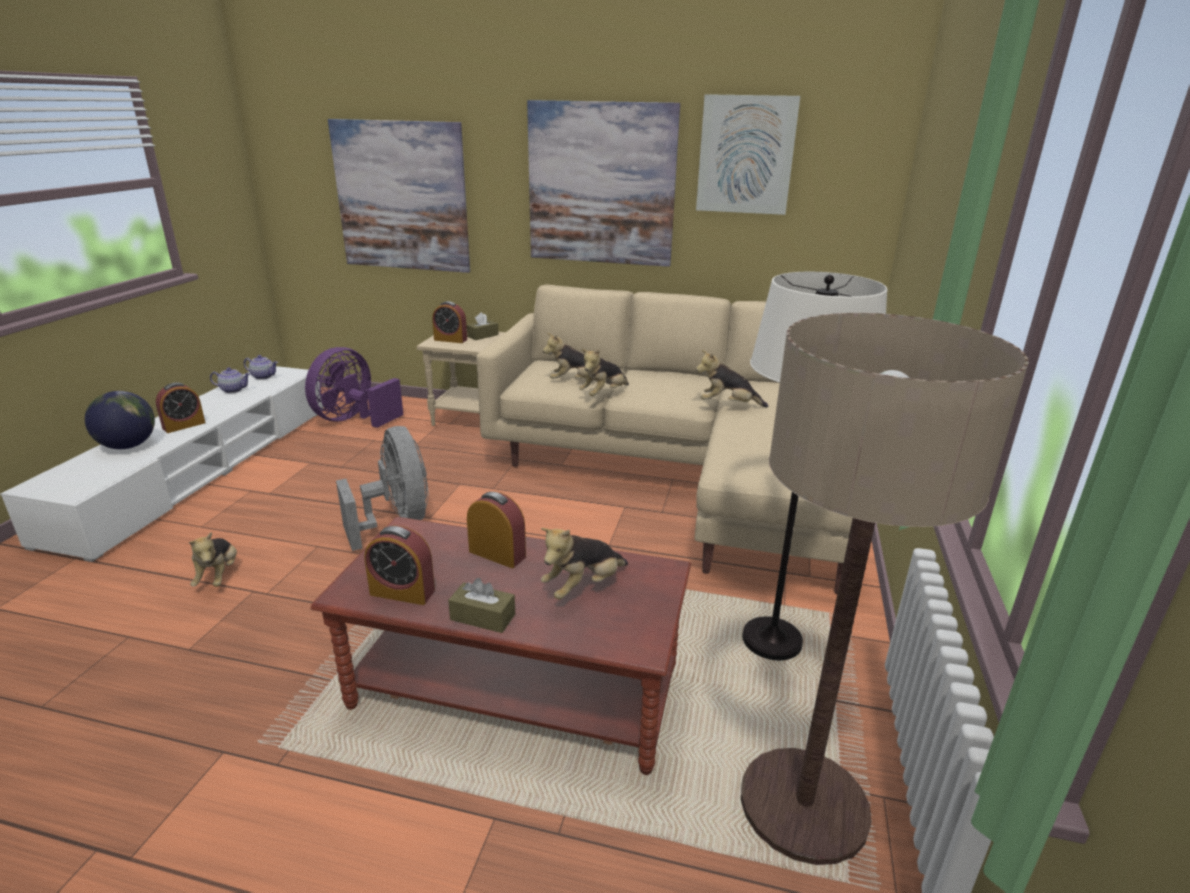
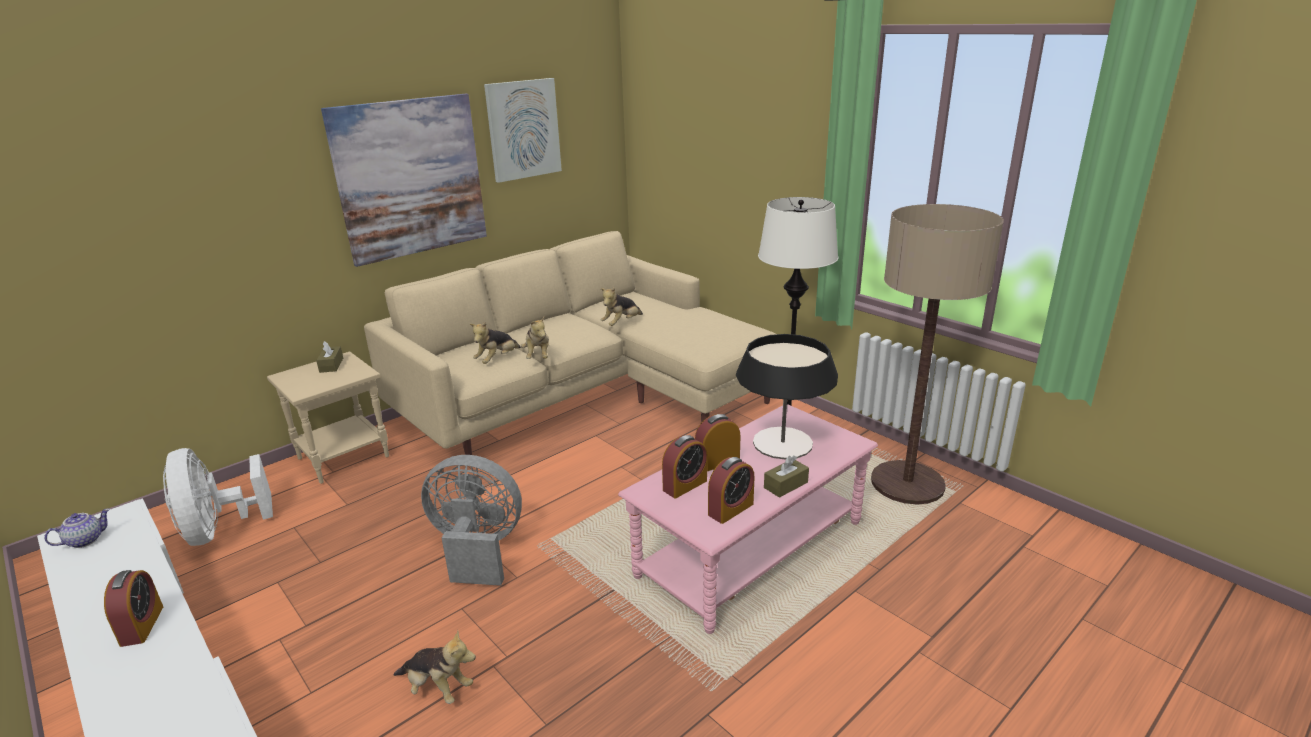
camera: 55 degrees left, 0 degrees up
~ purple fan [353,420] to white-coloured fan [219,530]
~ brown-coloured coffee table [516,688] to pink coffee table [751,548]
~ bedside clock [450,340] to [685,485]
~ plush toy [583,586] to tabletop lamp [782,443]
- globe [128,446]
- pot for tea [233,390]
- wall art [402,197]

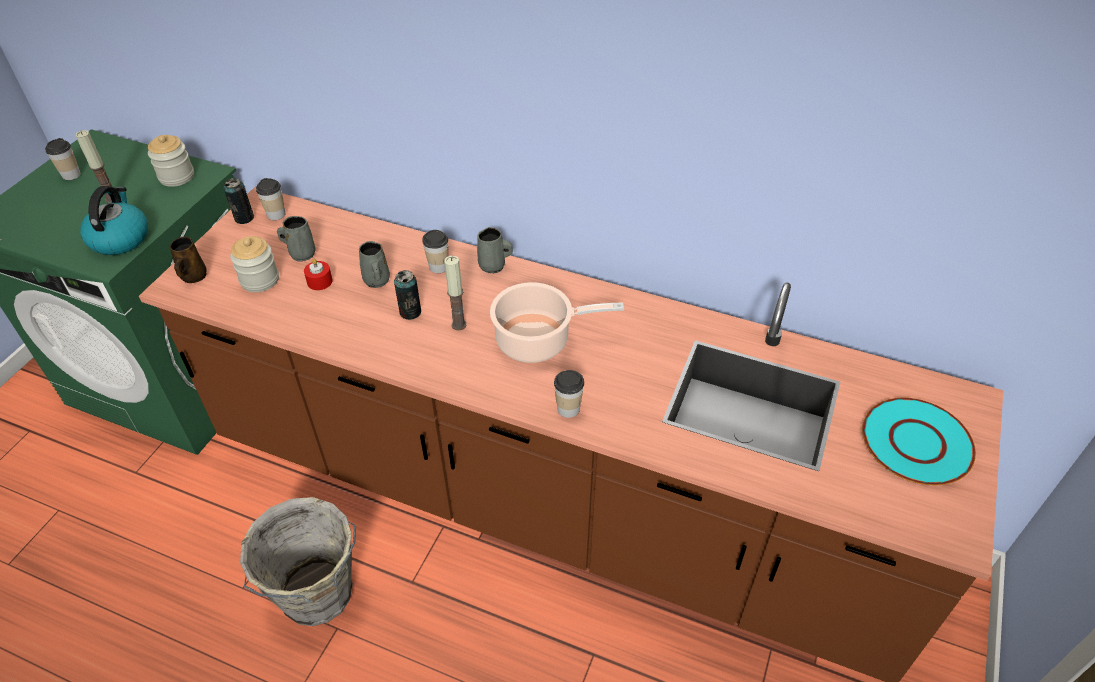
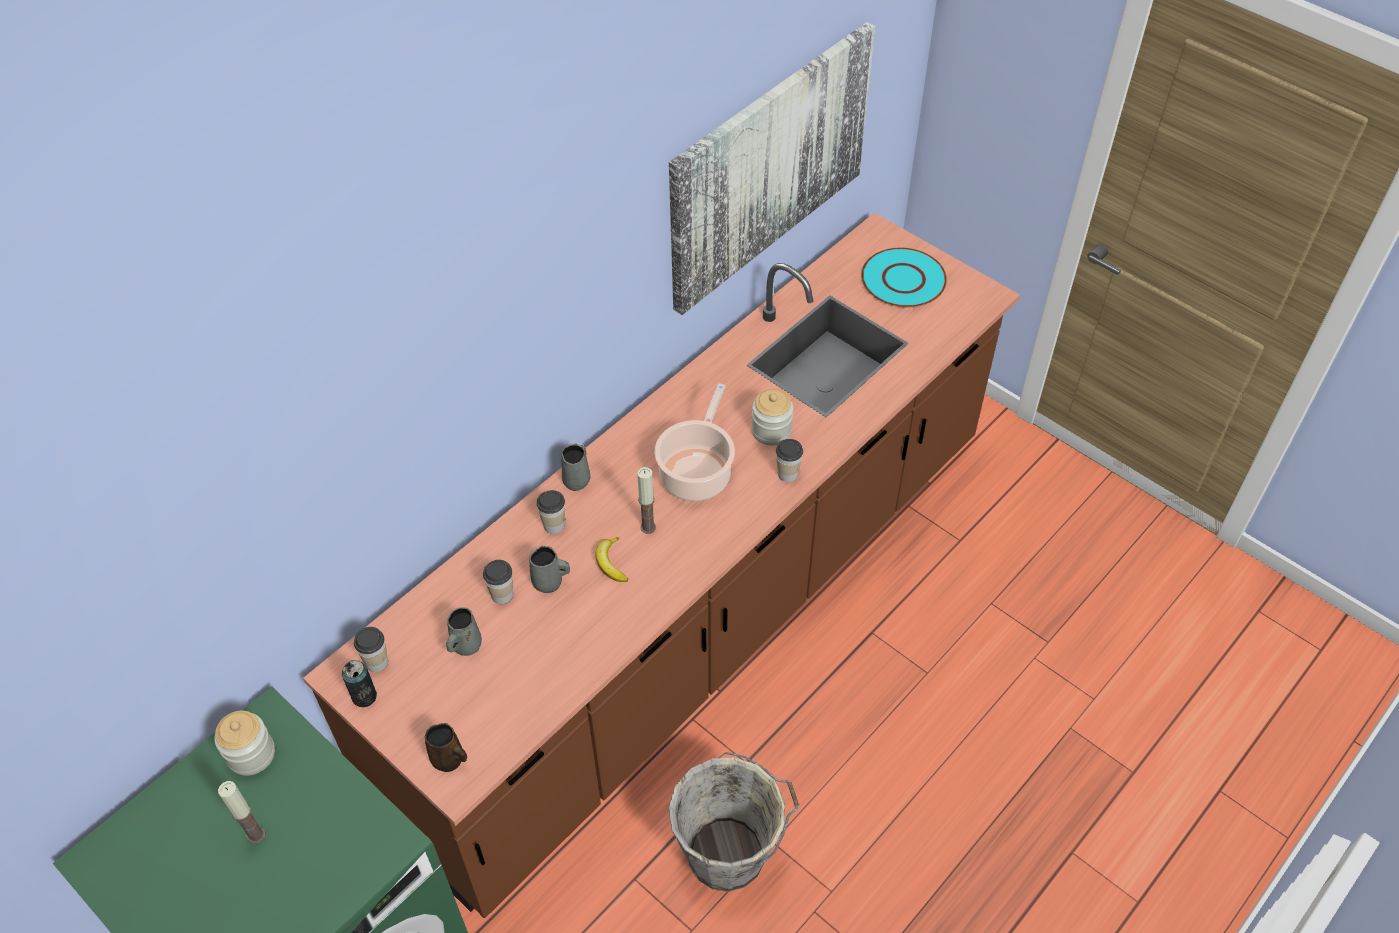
camera: 70 degrees left, 5 degrees up
~ small cup [71,175] to [502,595]
~ metal can [410,312] to banana fruit [611,563]
+ wall art [769,166]
~ storage jar [260,280] to [771,431]
- tea kettle [120,238]
- reddish wax candle [319,281]

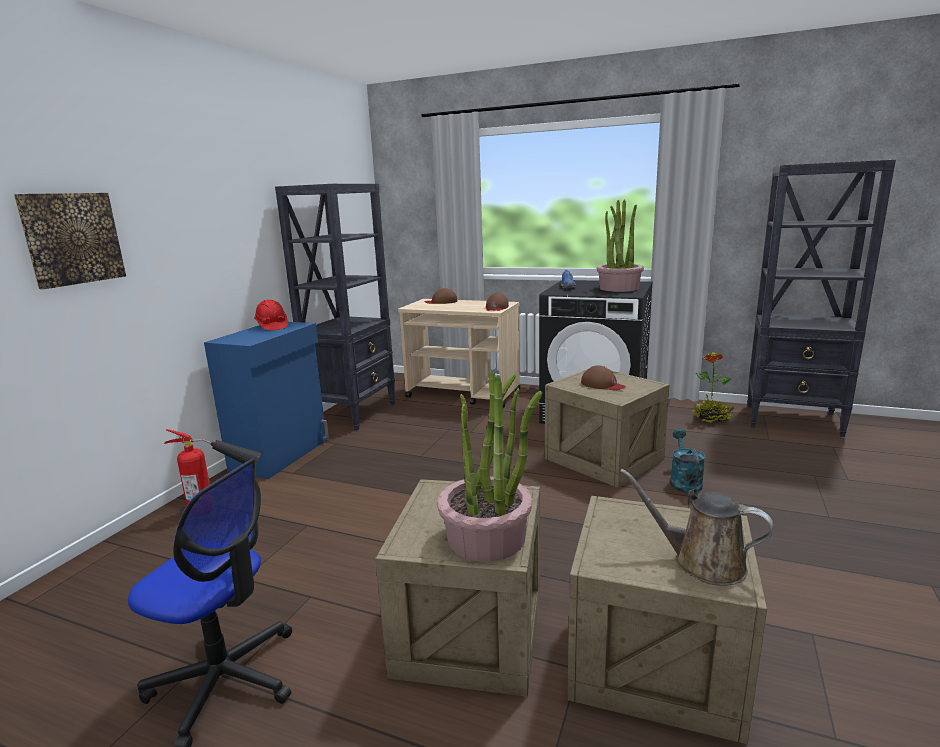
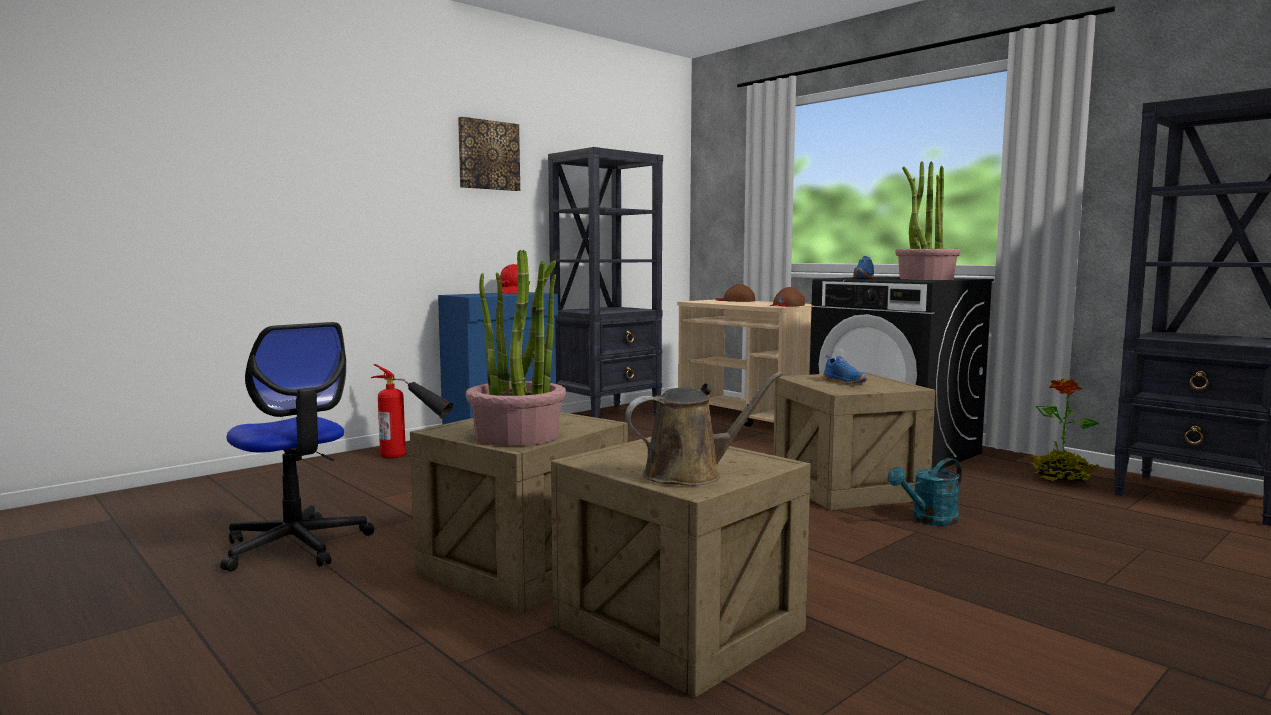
camera: 25 degrees right, 10 degrees down
~ wall art [72,238] to [488,155]
~ brown-coloured watering pot [701,562] = [690,474] 105 degrees clockwise
~ brown-coloured cap [602,384] to blue low shoe [845,382]
~ turquoise-coloured watering pot [684,481] = [929,520] 150 degrees counterclockwise

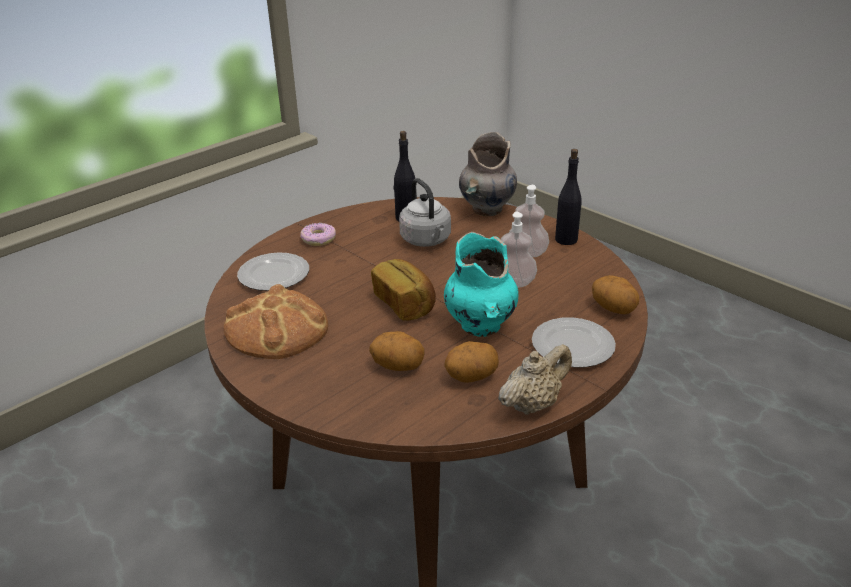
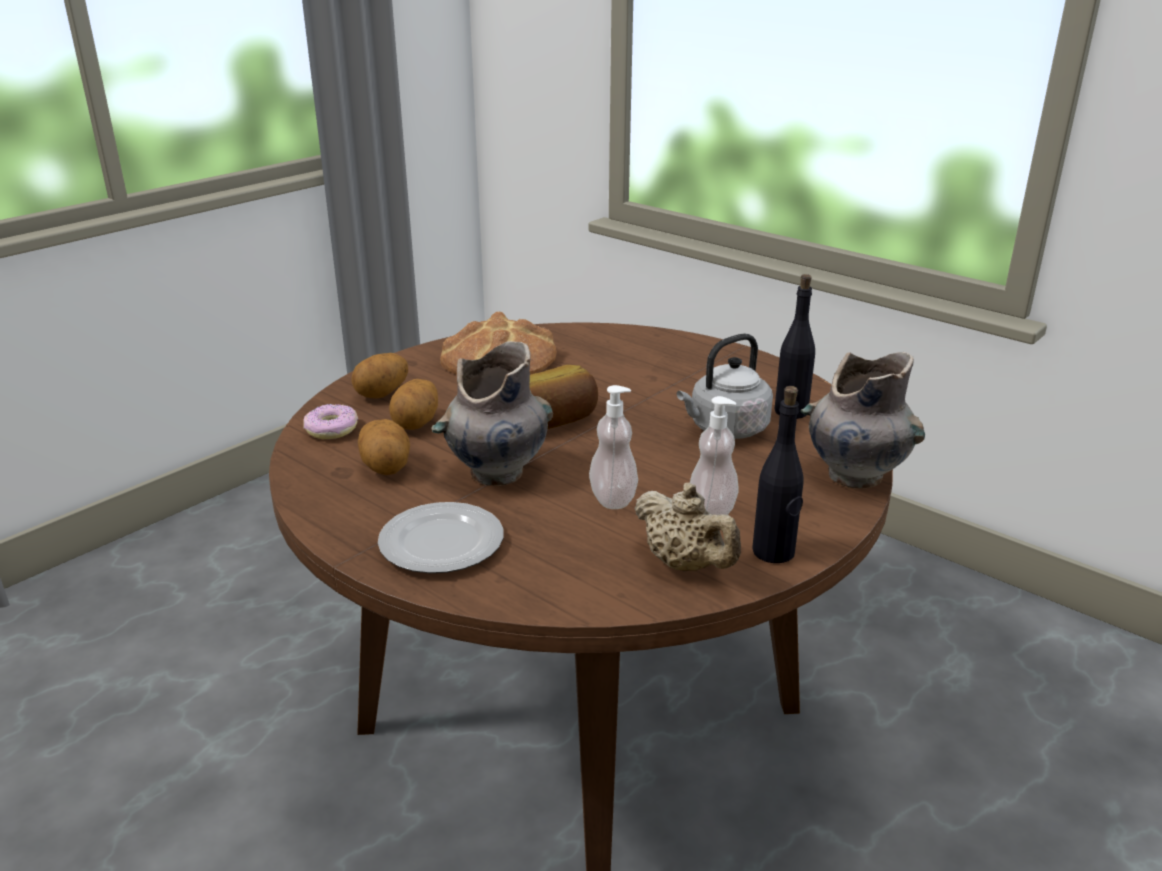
camera: 85 degrees right, 5 degrees down
~ ring doughnut [318,239] to [331,429]
~ potato [613,309] to [382,394]
~ turquoise-coloured decorative vase [480,326] to greyish decorative vase [496,473]
~ beige-coloured pot for tea [533,404] to [685,565]
- flat dish [275,275]

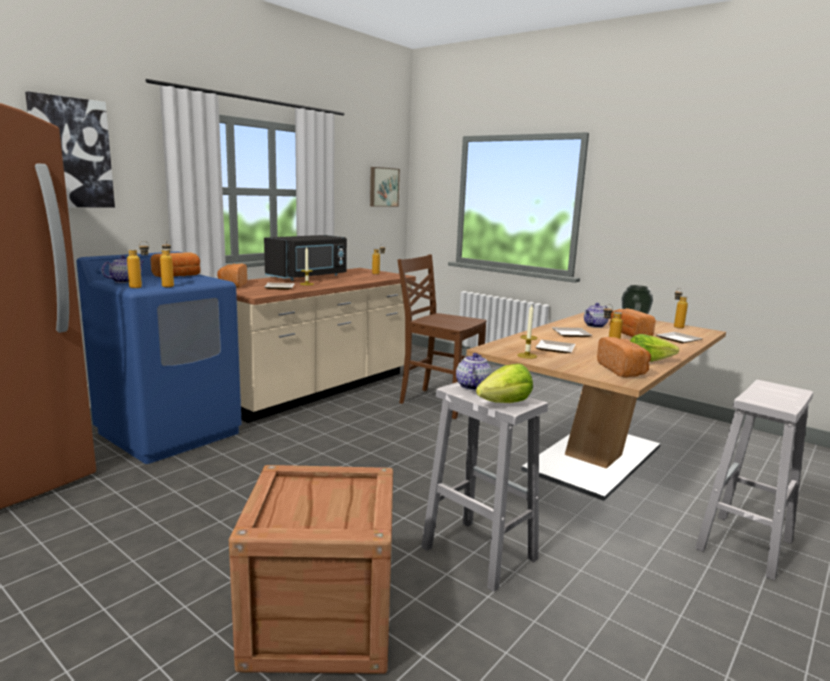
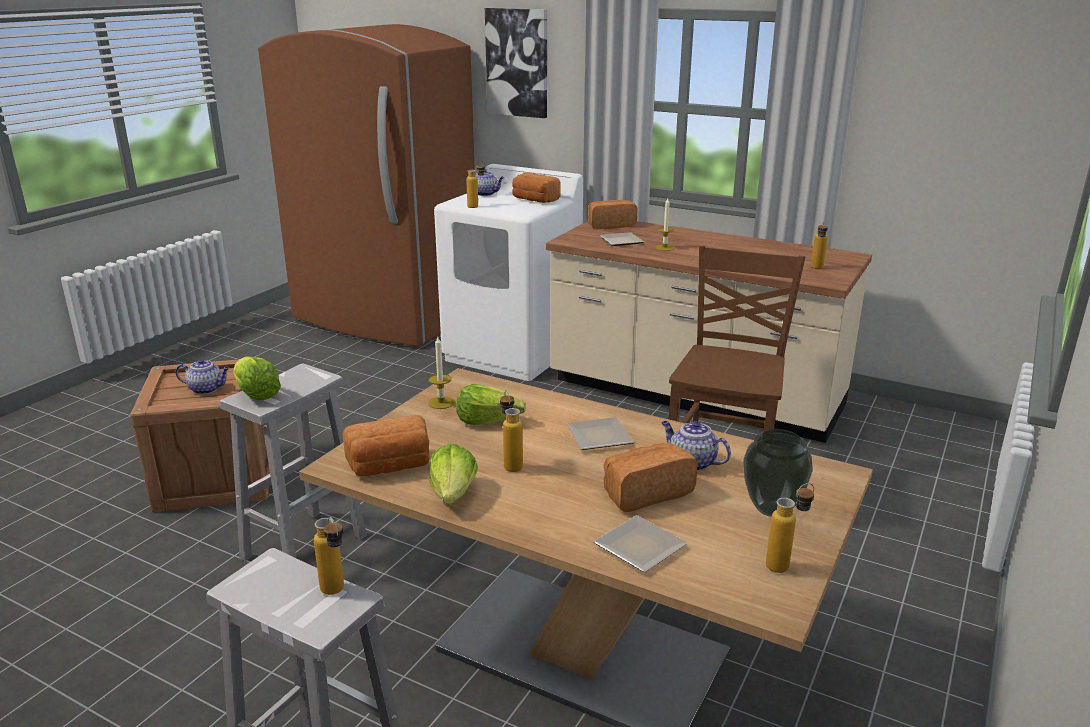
camera: 80 degrees right, 10 degrees up
~ pot for tea [472,386] to [207,389]
~ beverage bottle [141,287] to [336,593]
~ blue washing machine [170,432] to white-coloured washing machine [513,352]
~ flat dish [553,349] to head of lettuce [488,421]
- black microwave oven [309,277]
- wall art [383,187]

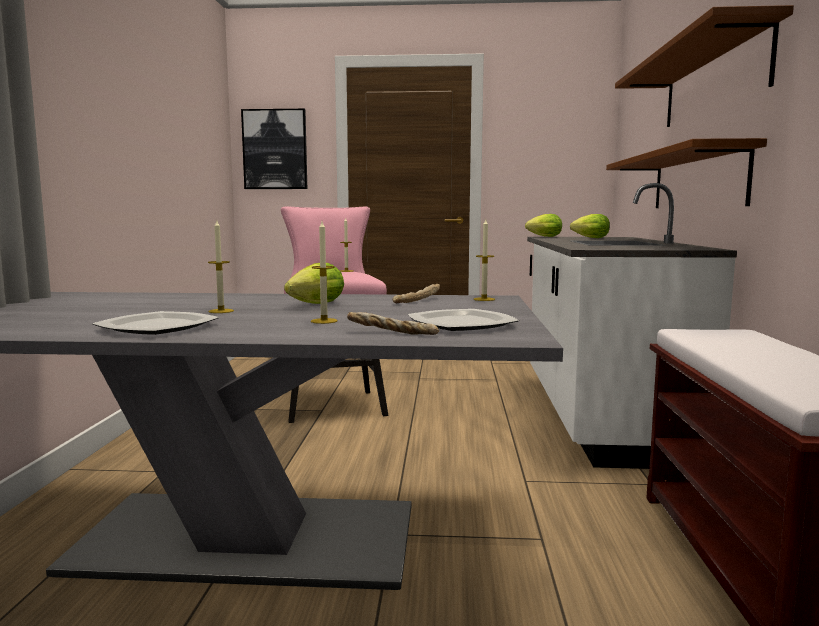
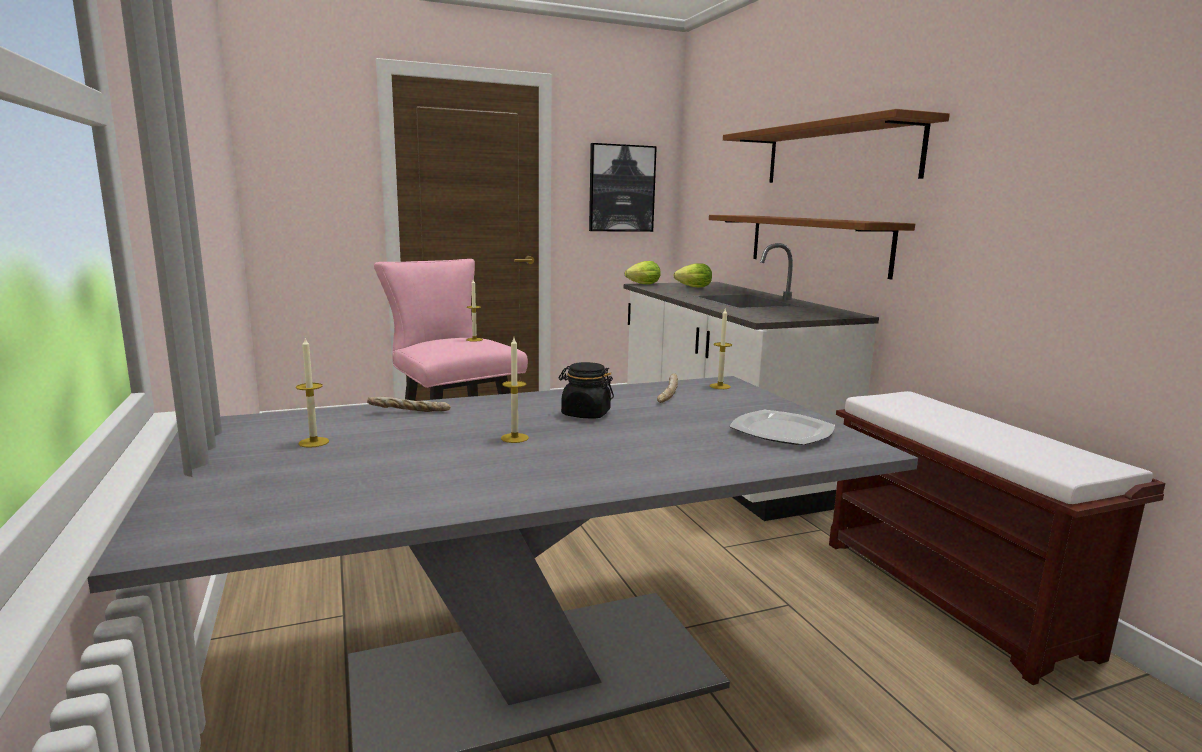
camera: 25 degrees left, 5 degrees up
~ wax candle [324,321] to [314,442]
~ baked bread [392,333] to [409,412]
~ head of lettuce [313,305] to black storage jar [585,414]
~ wall art [275,149] to [621,188]
- flat dish [157,327]

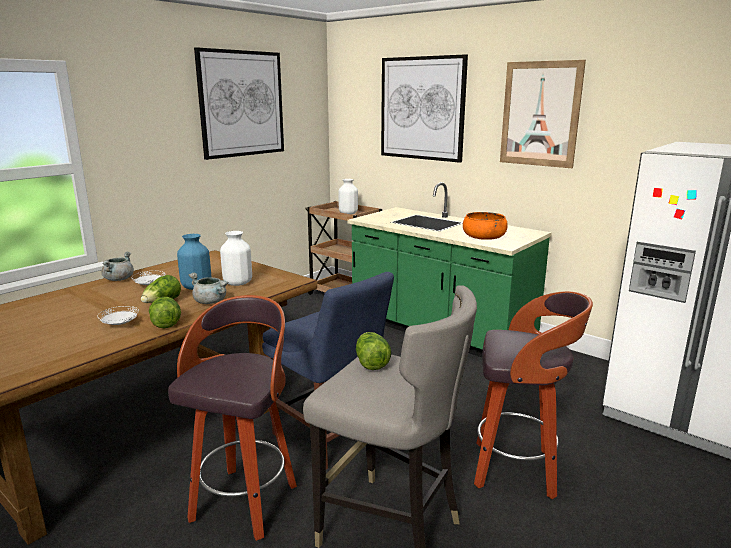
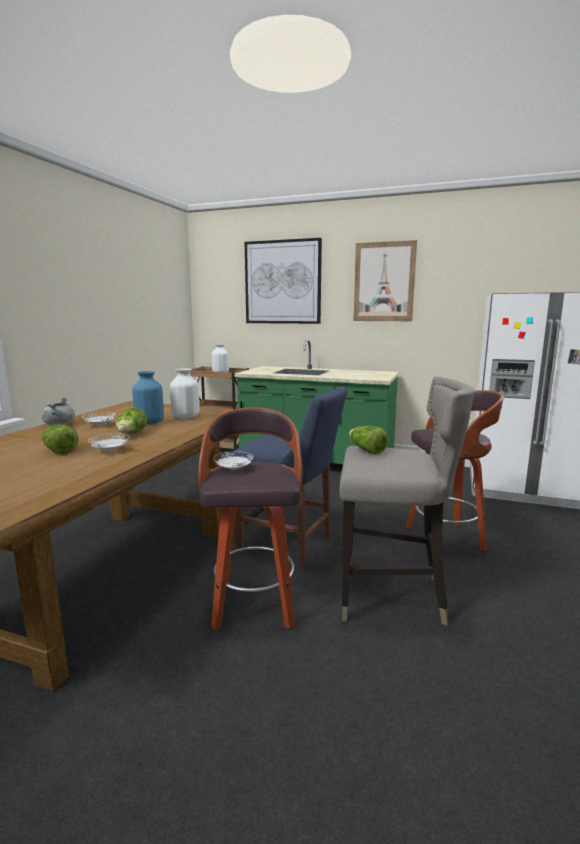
camera: 20 degrees left, 5 degrees down
~ head of lettuce [165,322] to [59,450]
+ white-coloured flat dish [233,469]
- greyish saucepot [211,302]
- wall art [241,104]
- orange serving bowl [483,236]

